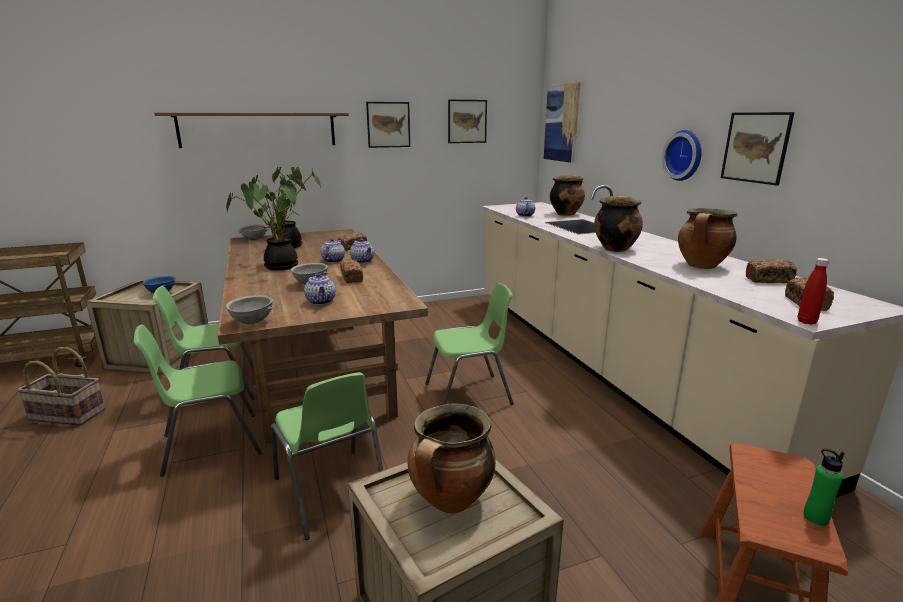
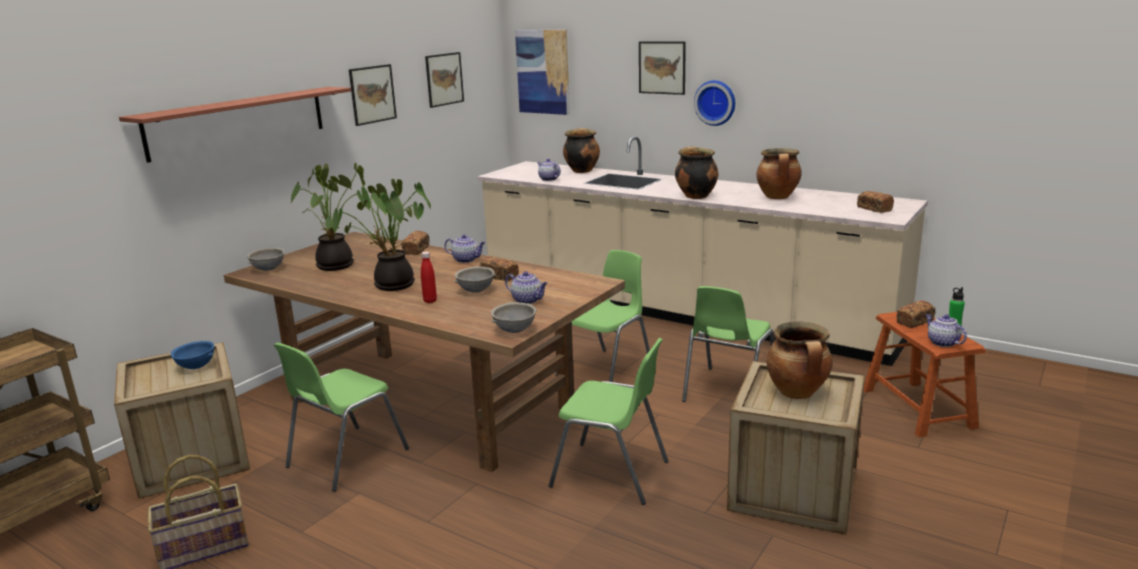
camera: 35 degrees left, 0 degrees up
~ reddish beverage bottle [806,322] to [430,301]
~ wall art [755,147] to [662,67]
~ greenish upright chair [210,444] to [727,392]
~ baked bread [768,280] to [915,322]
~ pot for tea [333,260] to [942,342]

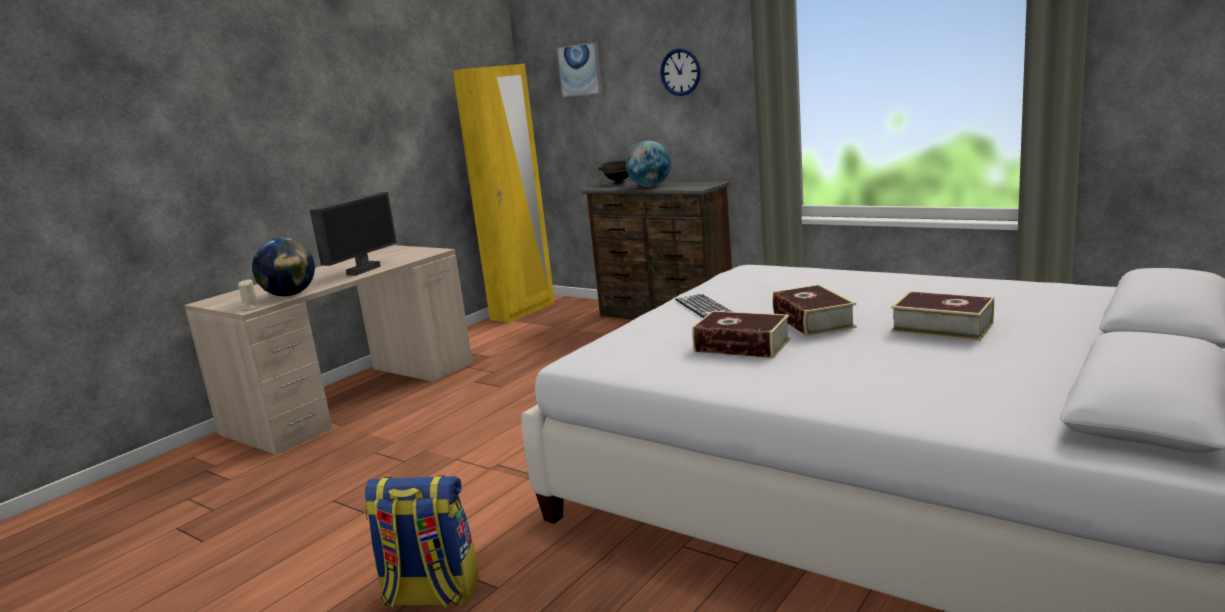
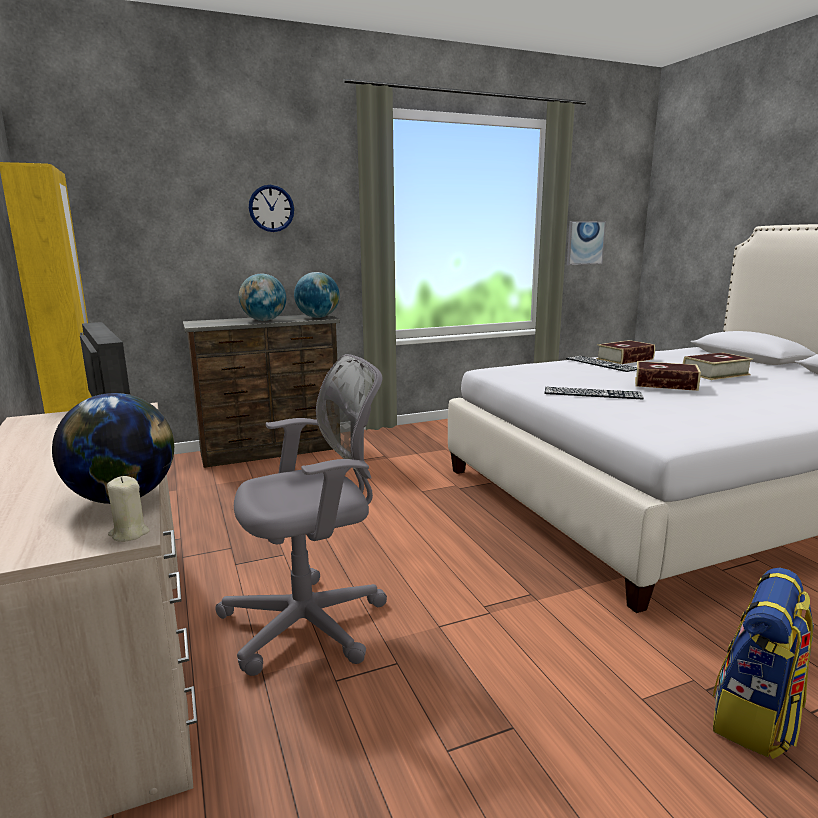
camera: 60 degrees left, 0 degrees up
+ greyish office chair [312,622]
+ globe [318,317]
+ keyboard [601,364]
~ wall art [580,70] to [585,243]
~ book [742,345] to [625,359]
- black serving bowl [619,183]

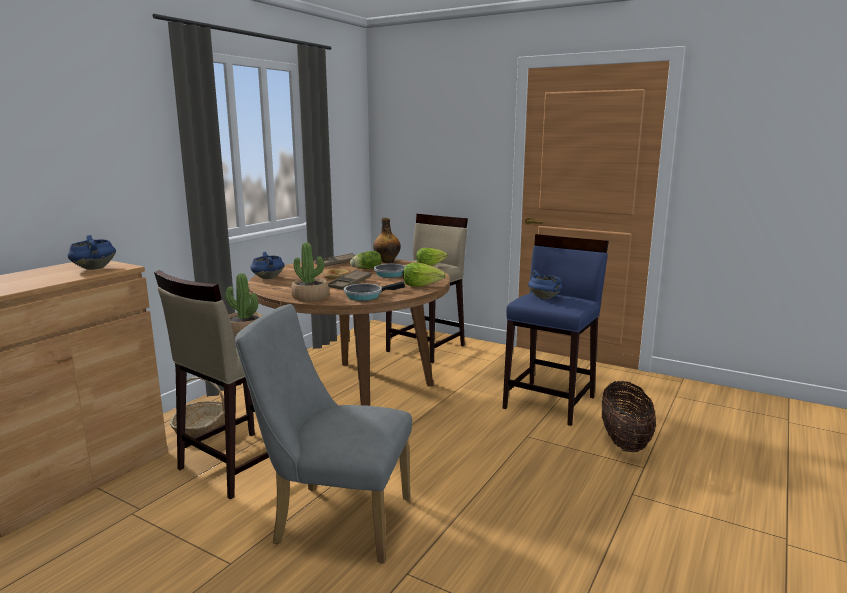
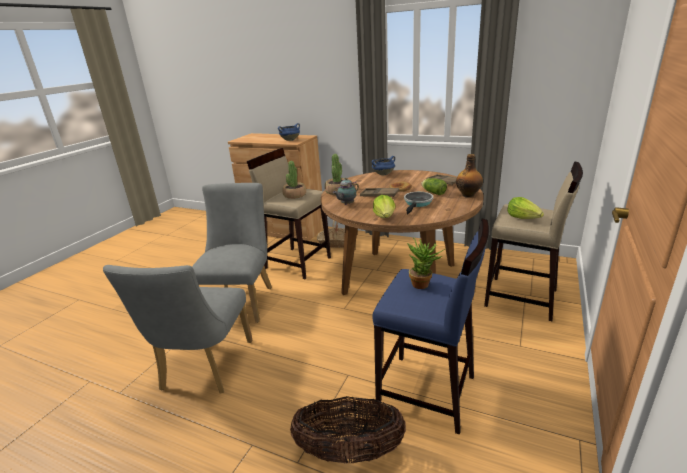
camera: 85 degrees right, 10 degrees up
+ greyish upright chair [204,369]
~ skillet [366,295] to pot for tea [346,204]
~ blue saucepot [545,298] to houseplant [424,285]

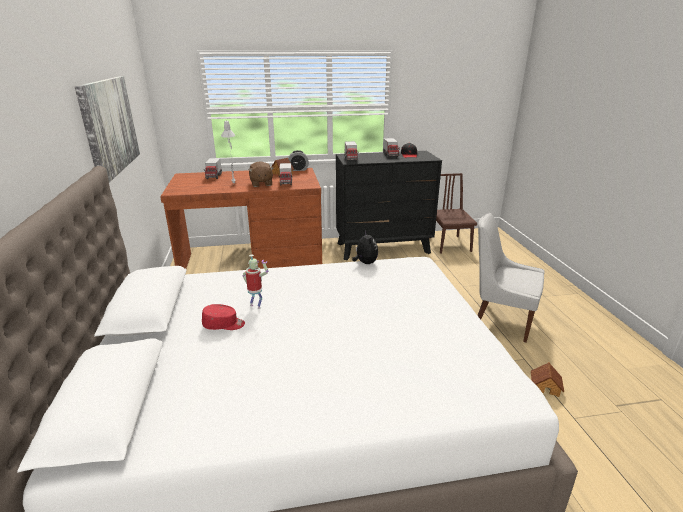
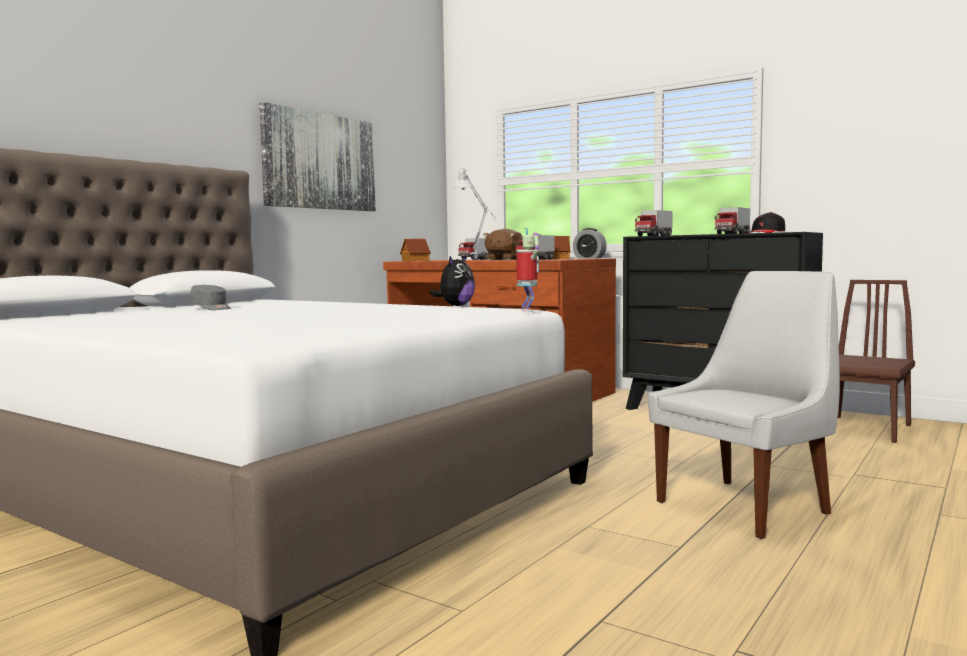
camera: 45 degrees right, 20 degrees down
~ reddish cap [224,325] to greyish cap [211,308]
~ miniature house [545,386] to [416,260]
~ model robot [257,306] to [528,311]
~ white-coloured upright chair [500,320] = [746,506] 75 degrees clockwise

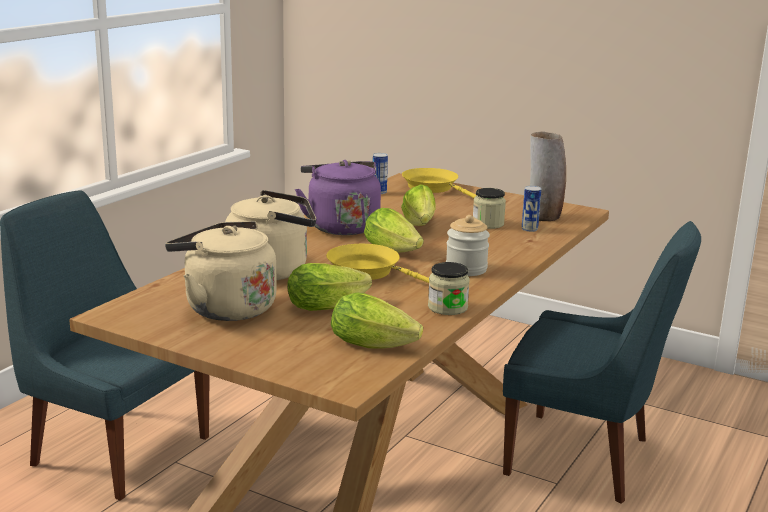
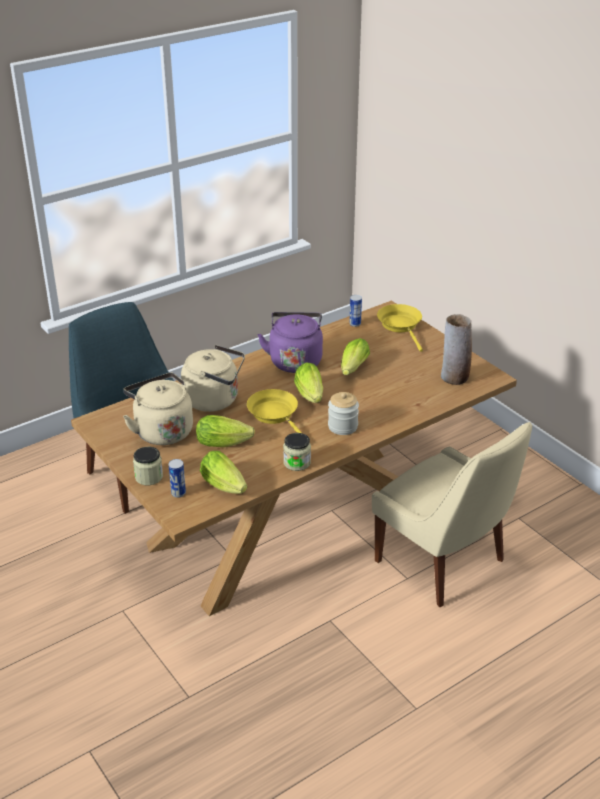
camera: 25 degrees right, 15 degrees up
~ storage jar [488,224] to [149,477]
~ metal can [529,229] to [178,493]
~ blue upright chair [584,458] to beige-coloured upright chair [443,563]

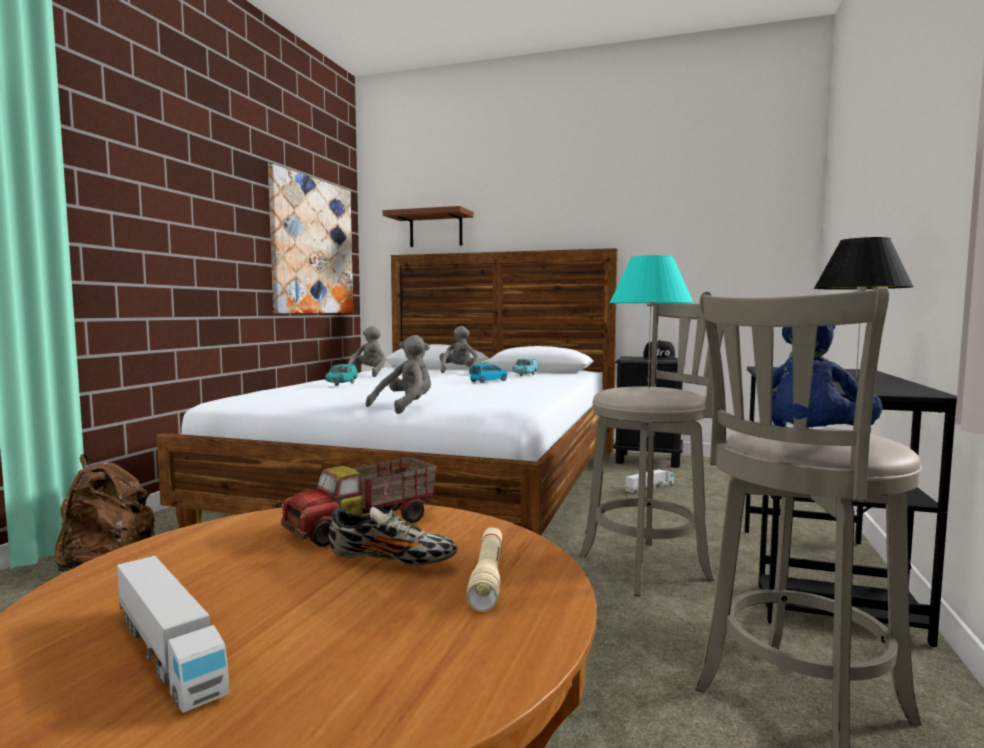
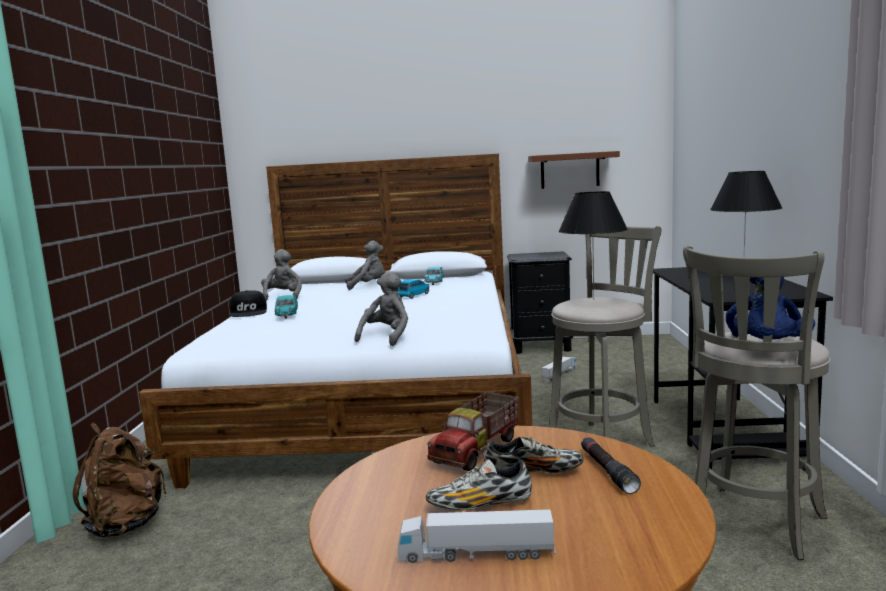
camera: 15 degrees left, 5 degrees up
~ black cap [660,358] to [249,312]
~ greyish plush toy [459,372] = [368,286] 90 degrees clockwise
~ model truck [168,652] = [476,554] 150 degrees clockwise
+ low shoe [480,505]
~ brown-coloured shelf [436,230] to [569,170]
~ turquoise-coloured tabletop lamp [648,387] to black tabletop lamp [594,299]
~ beige-coloured hand torch [488,576] to black hand torch [607,471]
- wall art [312,246]

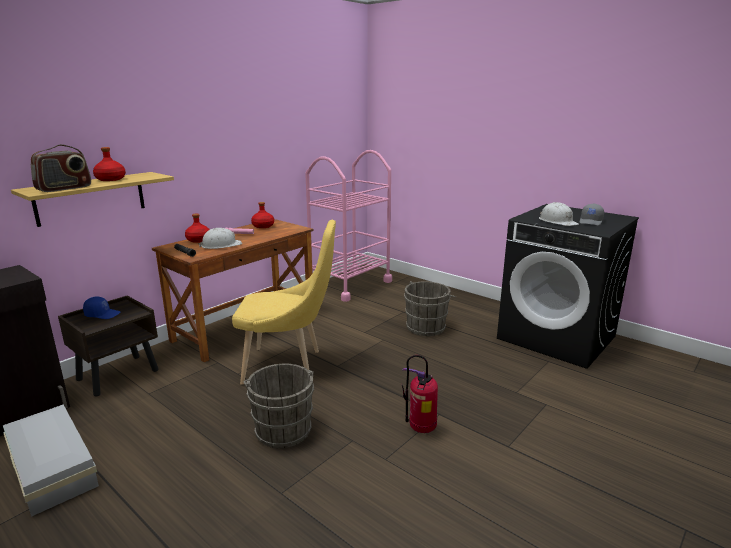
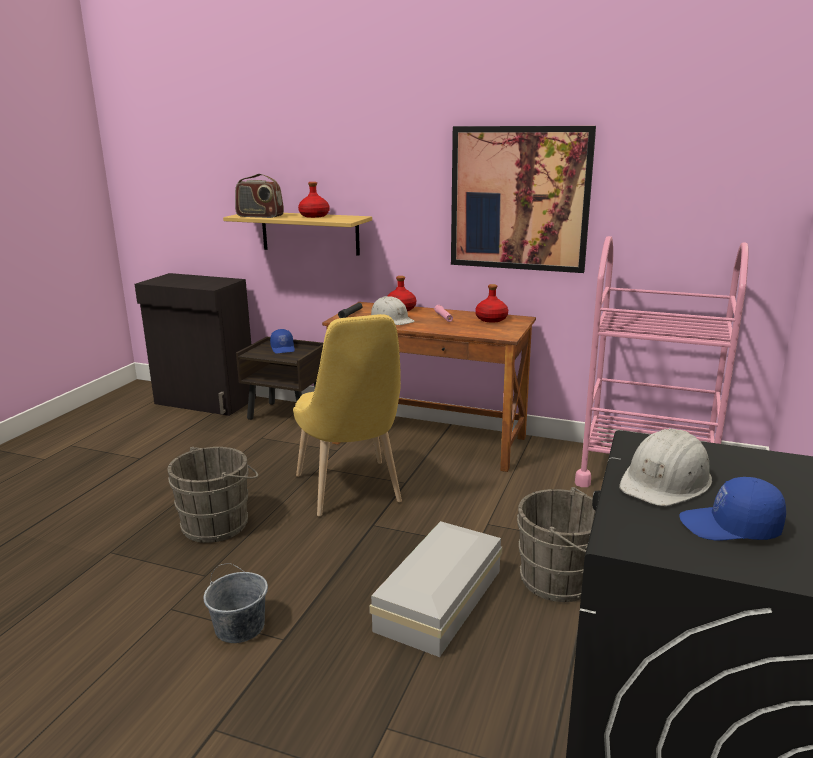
camera: 70 degrees right, 0 degrees up
~ fire extinguisher [420,429] to greyish pail [240,627]
~ white-coloured storage bin [53,466] to [442,599]
+ wall art [519,199]
~ greyish cap [591,222] to blue cap [730,527]

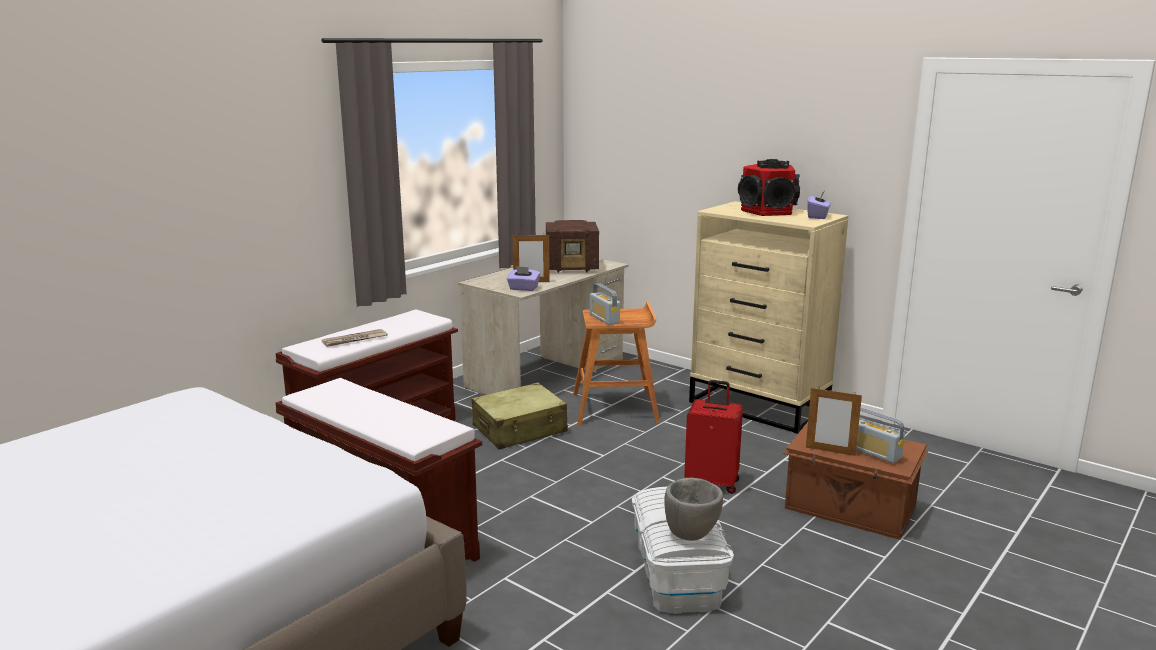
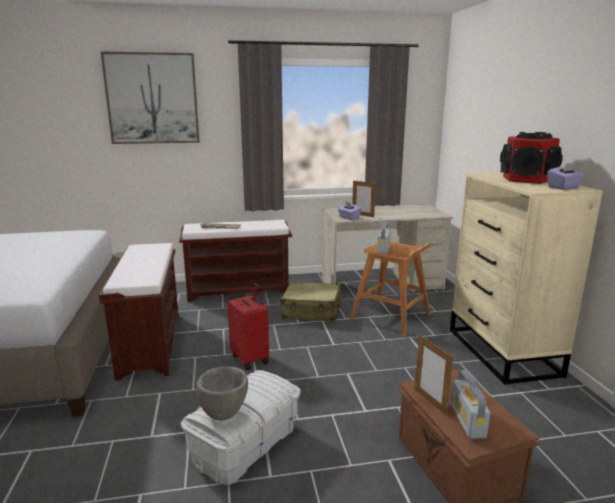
camera: 40 degrees right, 0 degrees up
+ wall art [152,99]
~ reddish suitcase [712,482] to [251,359]
- radio set [573,267]

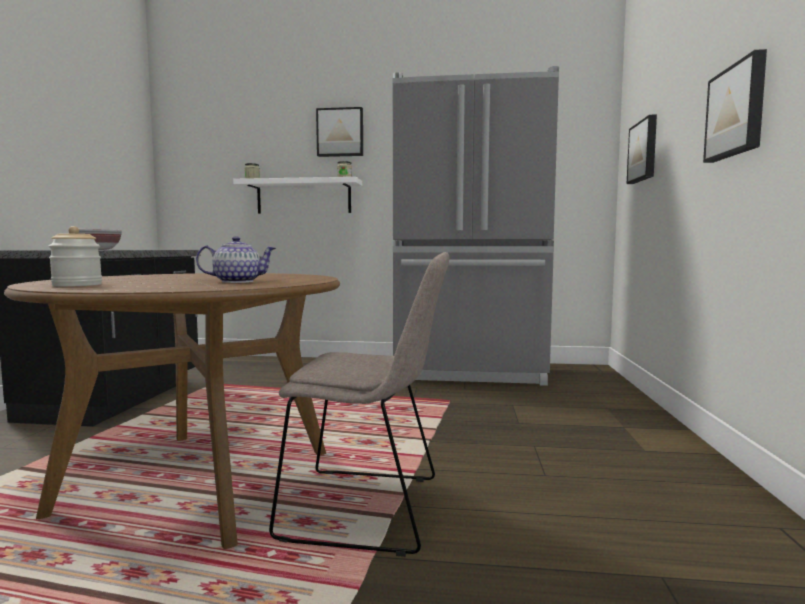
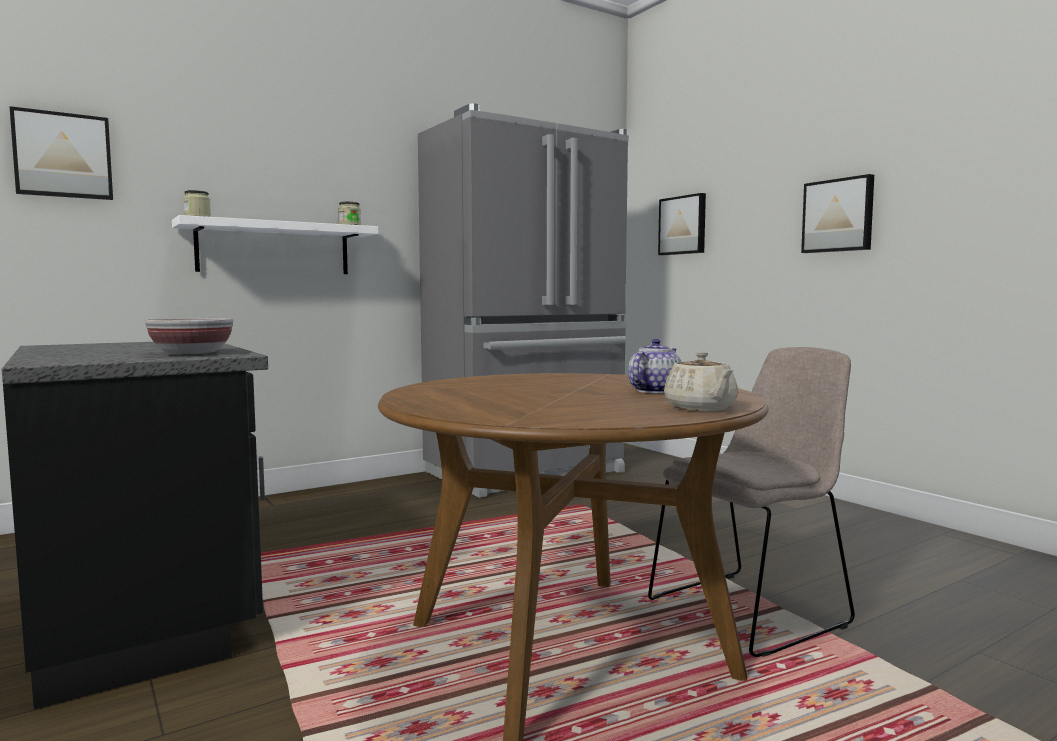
camera: 40 degrees left, 0 degrees up
~ wall art [340,132] to [63,155]
+ beige-coloured pot for tea [701,408]
- storage jar [77,285]

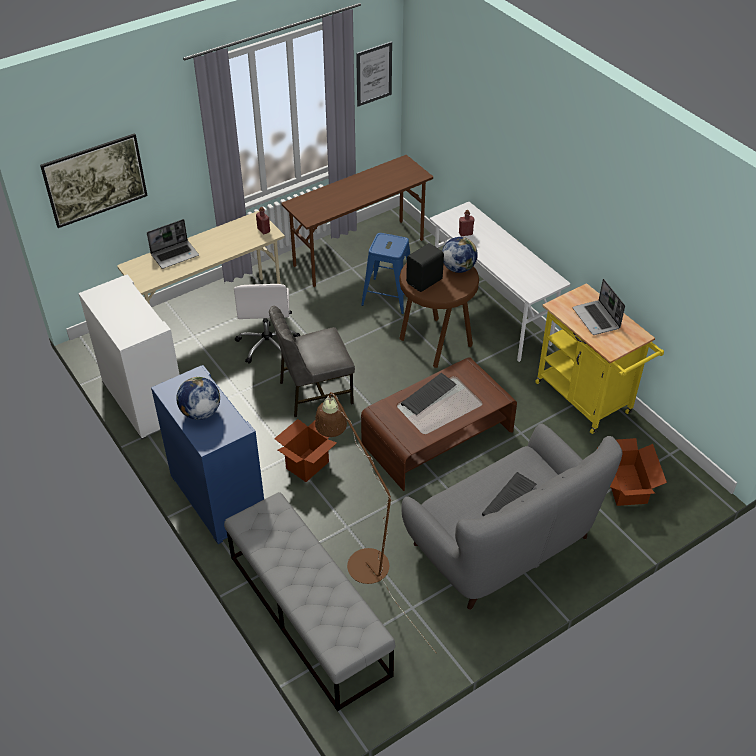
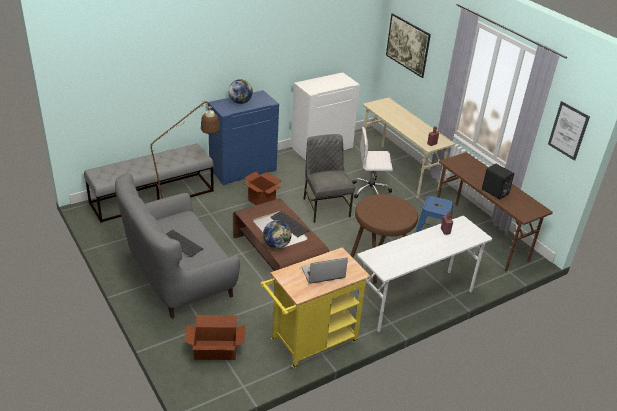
camera: 90 degrees right, 10 degrees down
~ globe [458,268] to [277,245]
~ black audio speaker [425,281] to [494,192]
- portable computer [175,255]

